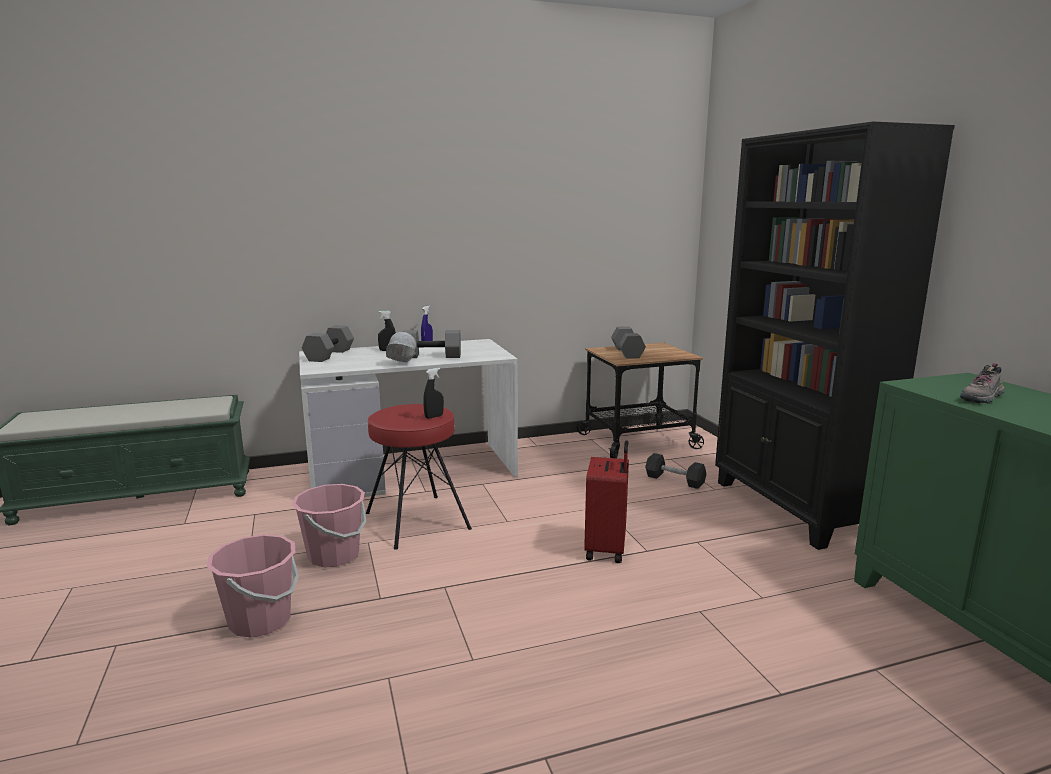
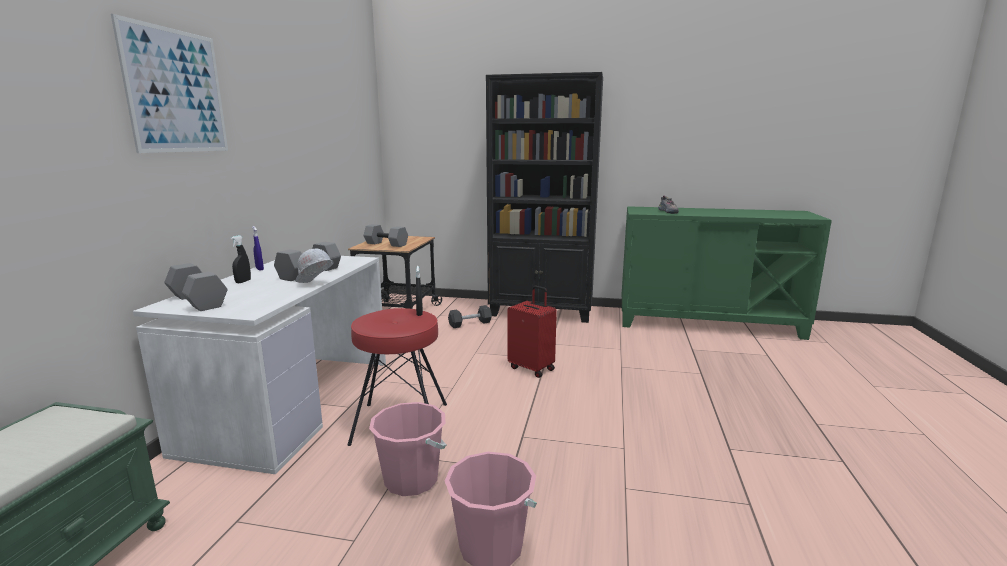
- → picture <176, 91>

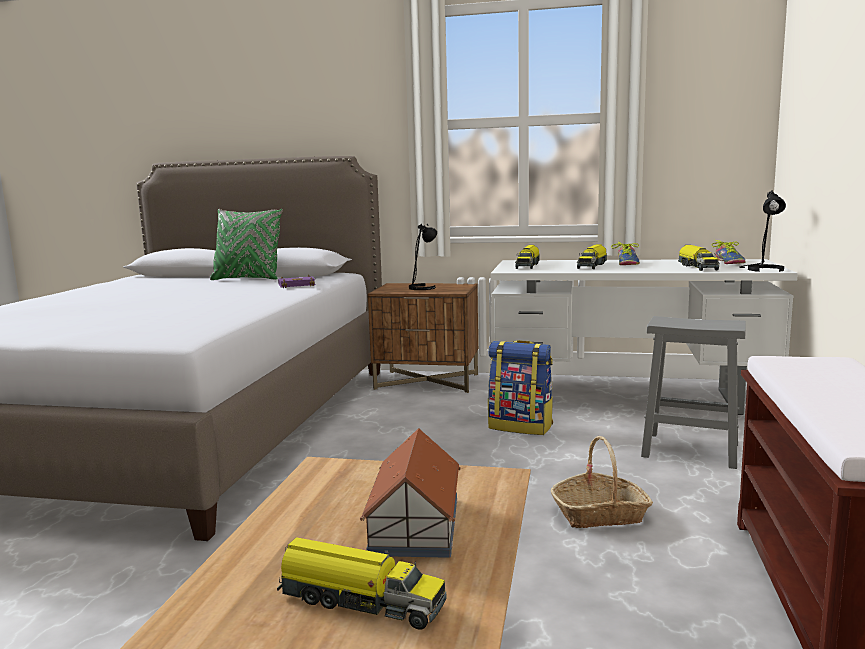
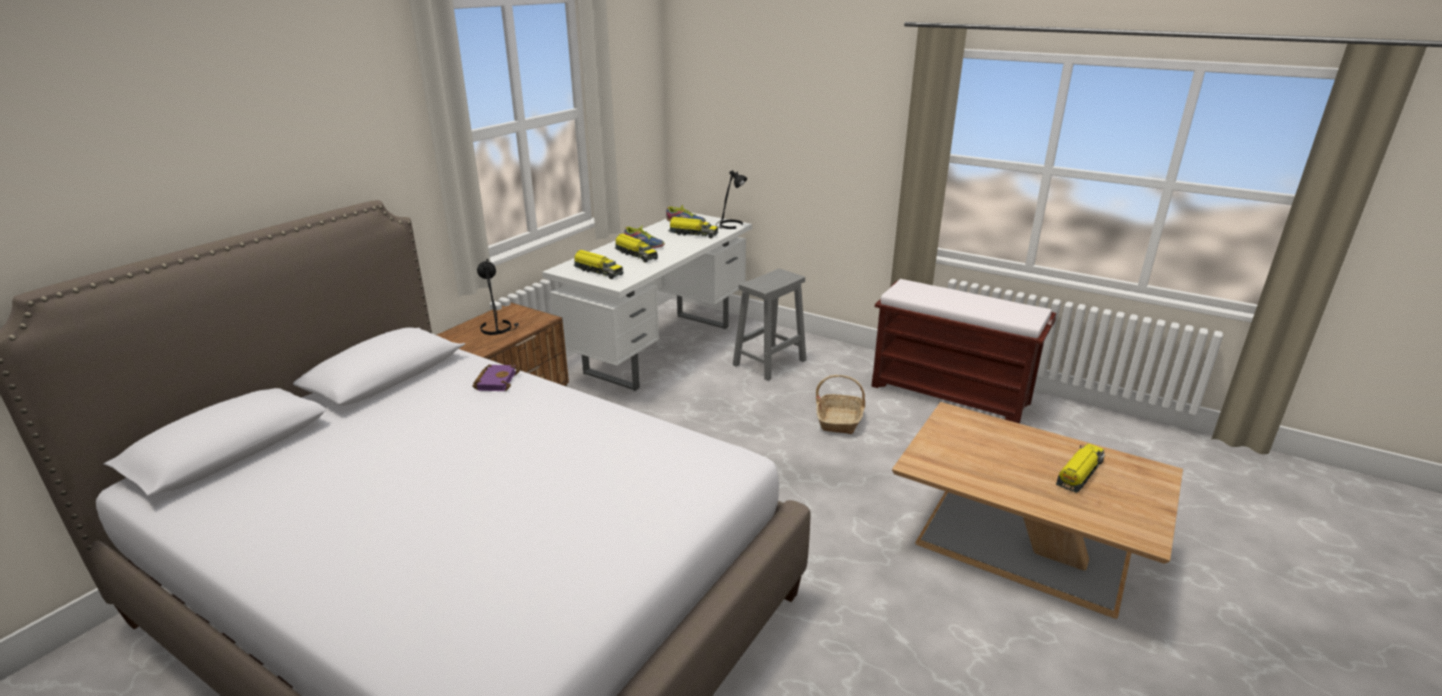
pillow (green) <247, 279> → -
toy house <416, 524> → -
backpack <521, 426> → -

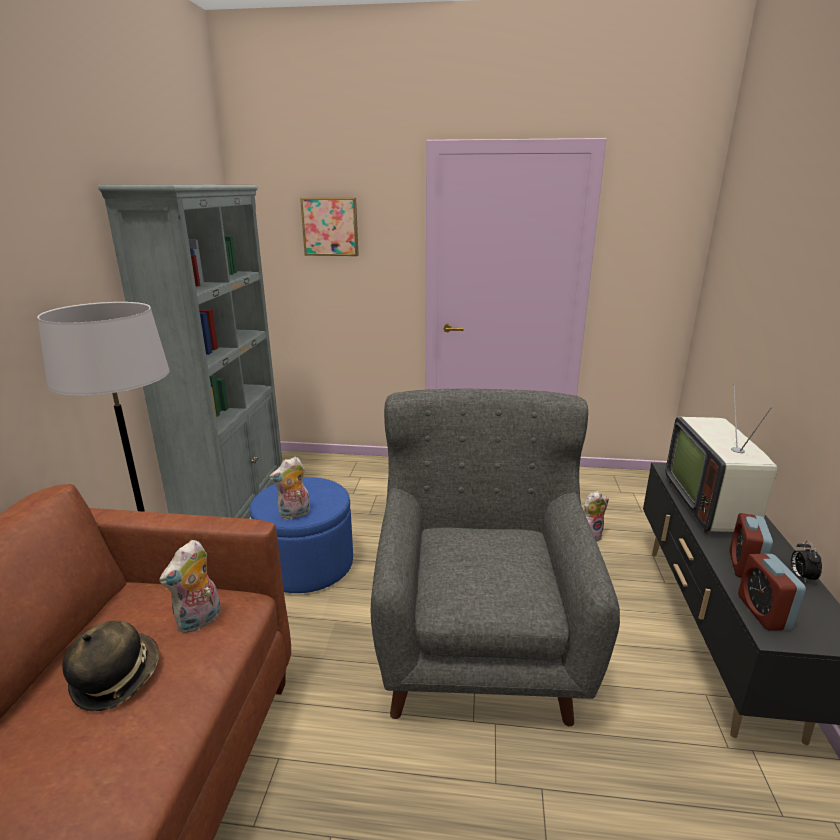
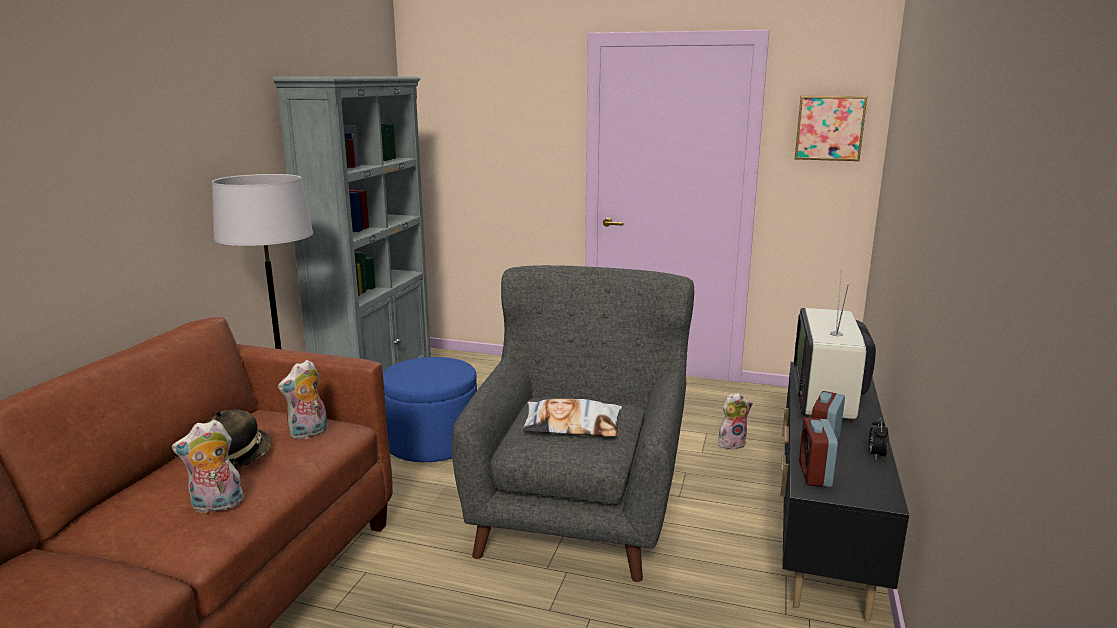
plush toy <294, 514> → plush toy <216, 506>, move
picture <330, 226> → picture <829, 128>, move
- → pillow <572, 426>

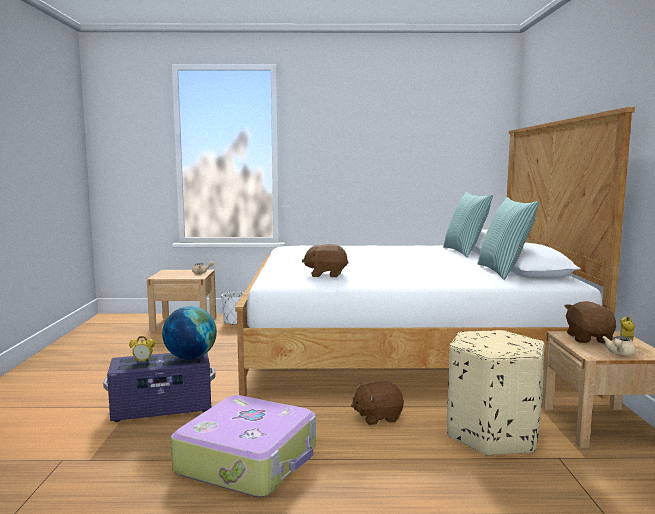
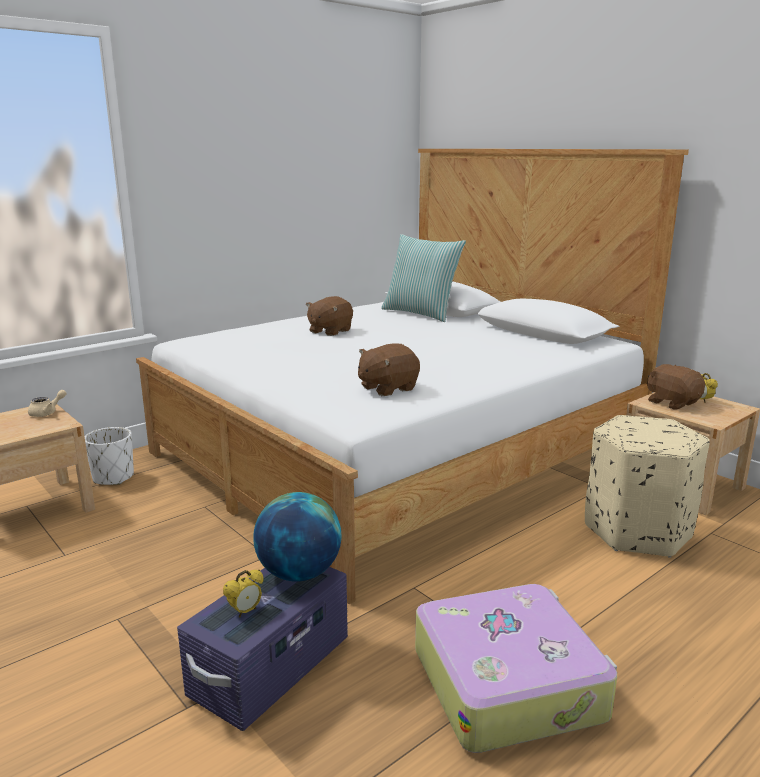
plush toy (brown) <377, 417> → plush toy (brown) <329, 331>, move
pillow <503, 272> → -
teapot (beige) <619, 354> → -

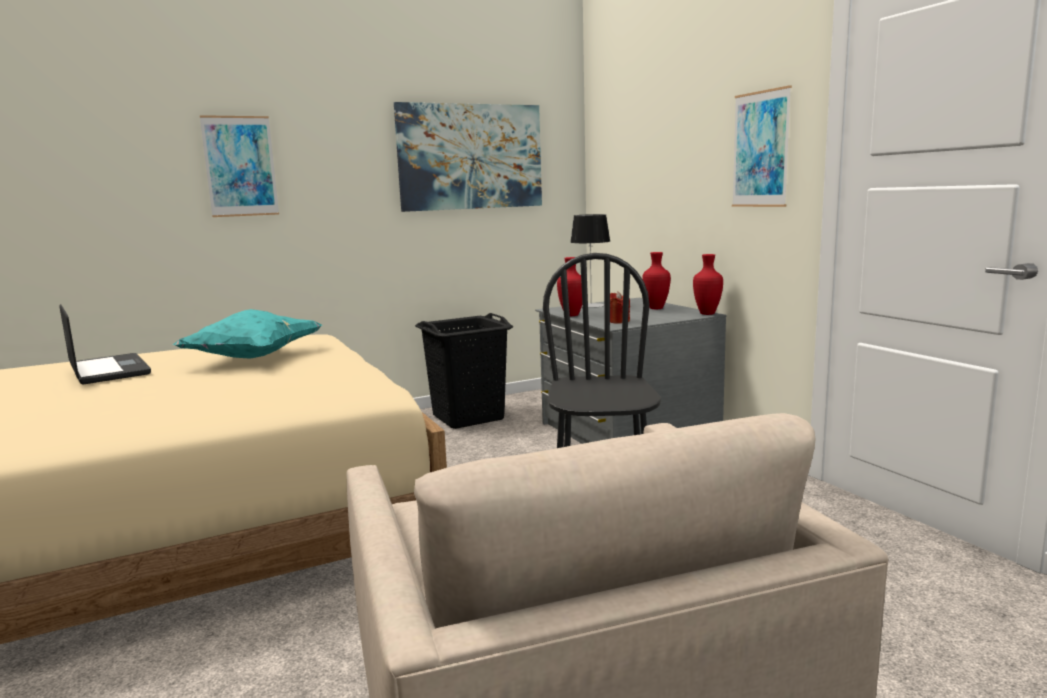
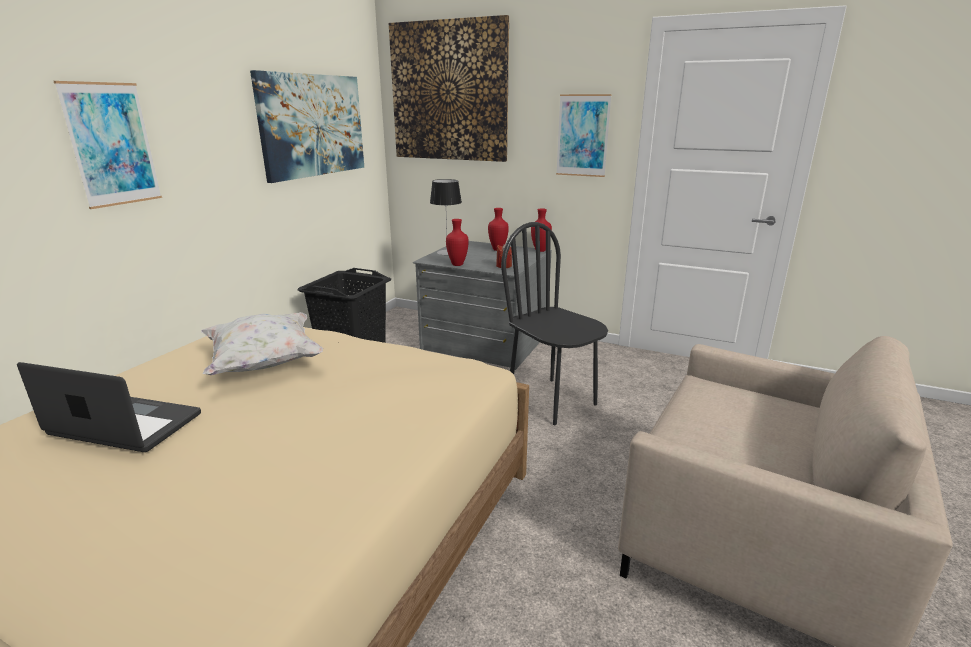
pillow (turquoise) <253, 358> → pillow (white) <265, 363>
- → picture <449, 92>

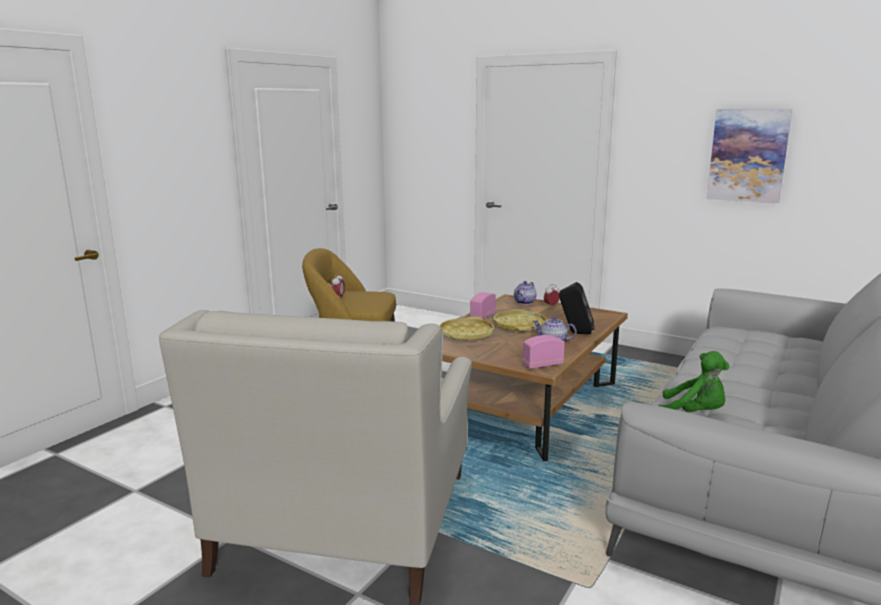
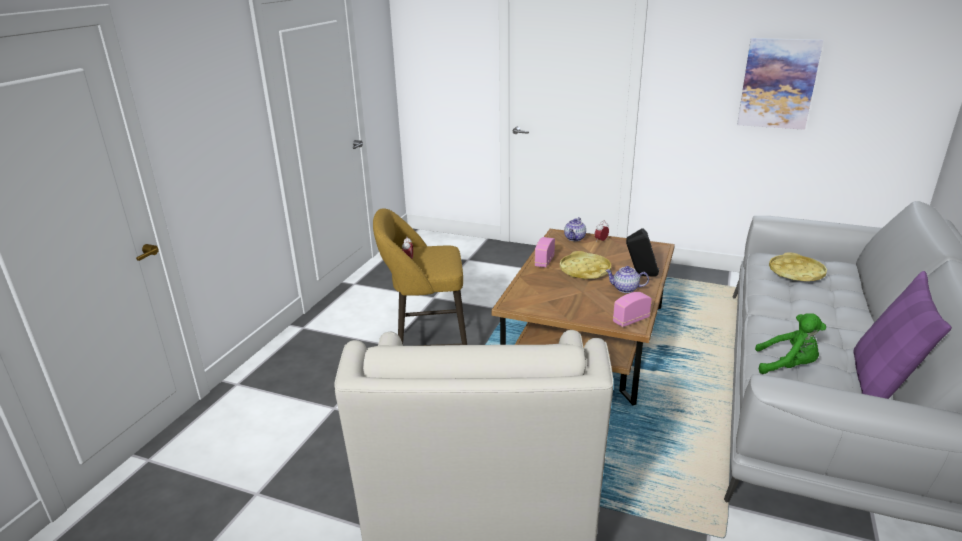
tray (yellow) <466, 334> → tray (yellow) <796, 273>, move
- → pillow (purple) <880, 384>

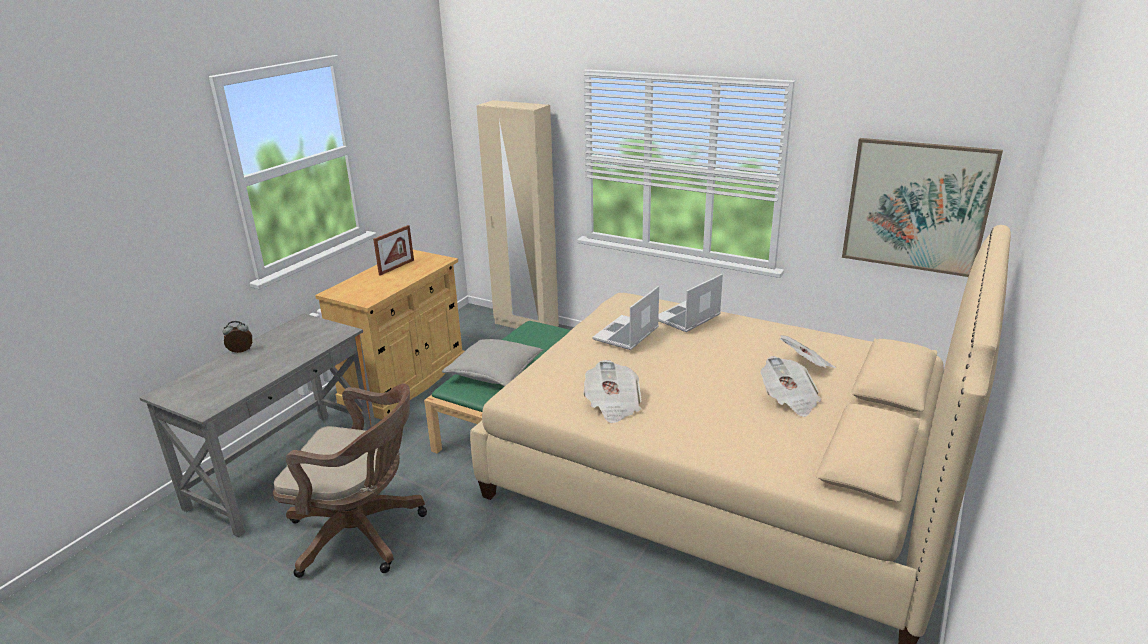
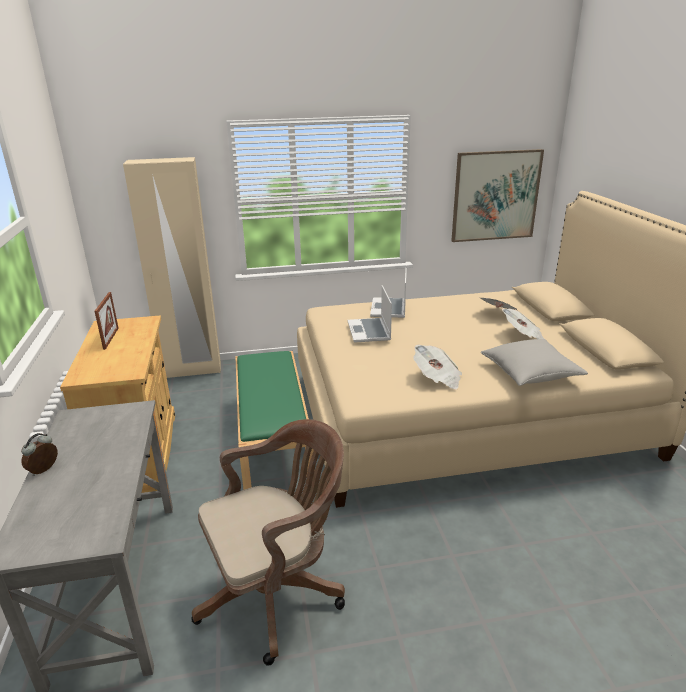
pillow (grey) <494, 373> → pillow (grey) <530, 373>, move

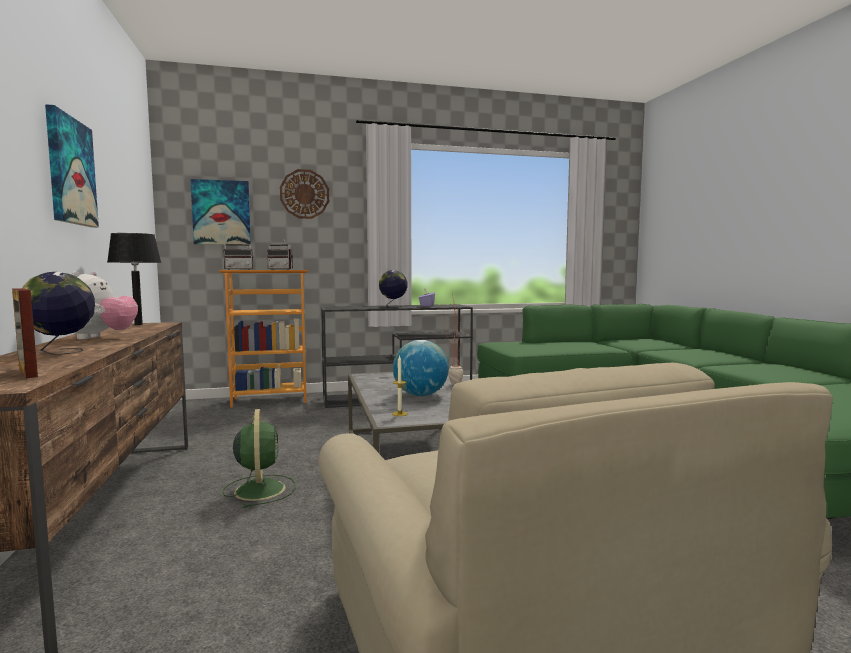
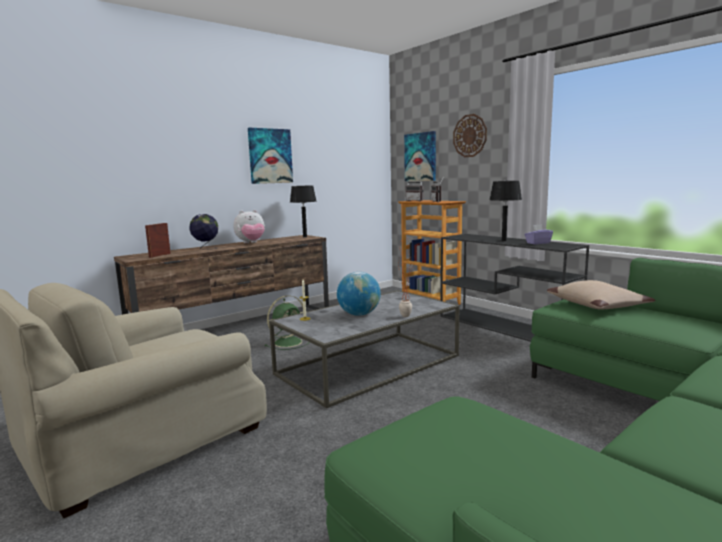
globe <393, 307> → table lamp (black) <503, 240>
- → pillow (beige) <597, 305>

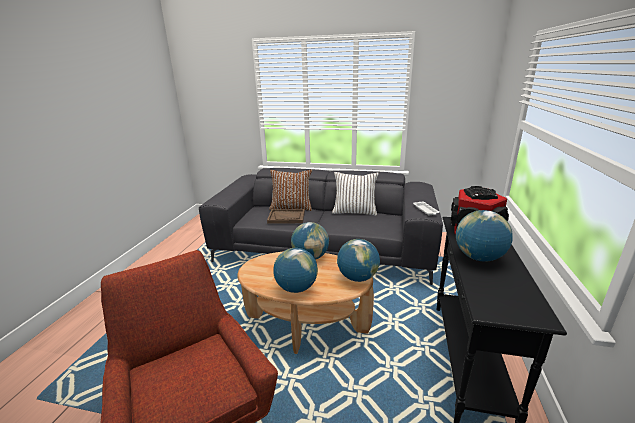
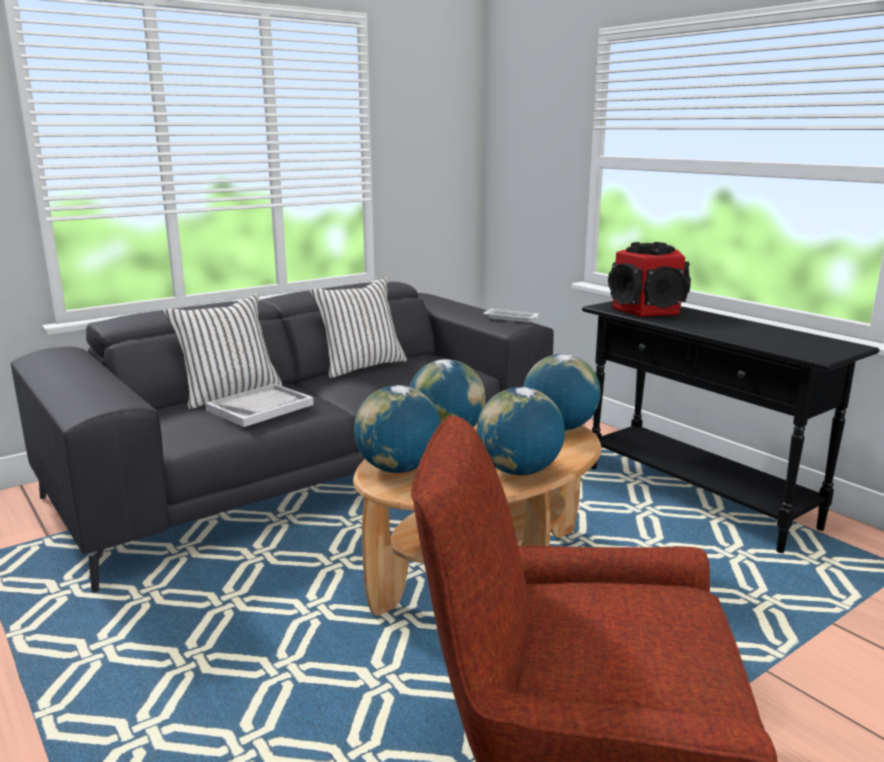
tray (brown) <286, 217> → tray (white) <260, 407>
pillow (brown) <291, 208> → pillow (white) <229, 394>
globe <478, 257> → globe <398, 469>, move

